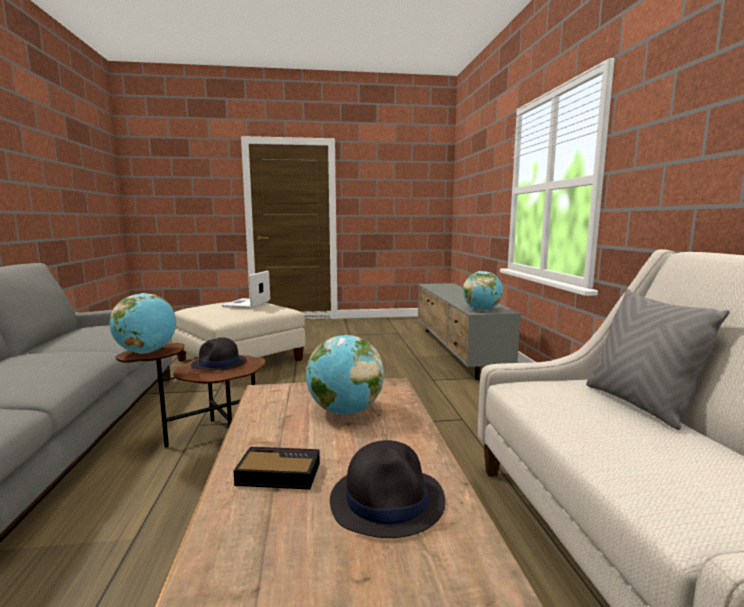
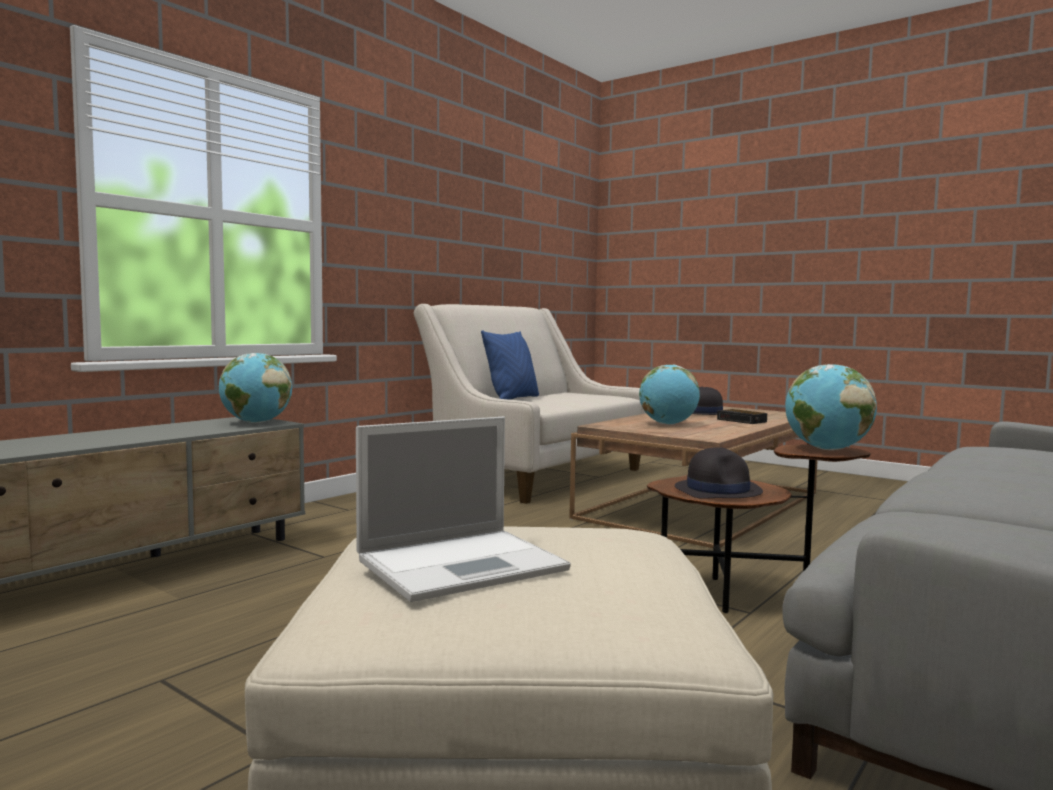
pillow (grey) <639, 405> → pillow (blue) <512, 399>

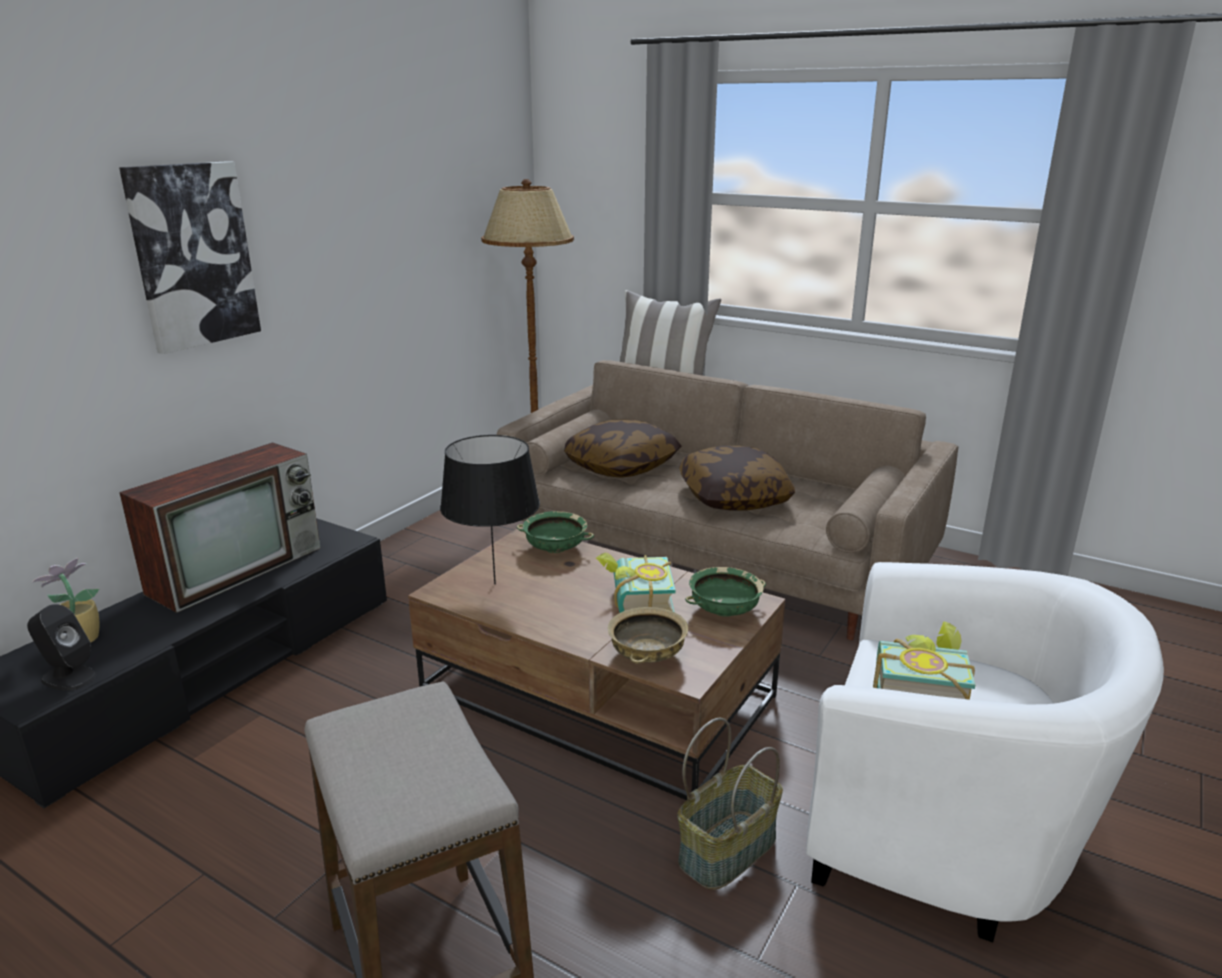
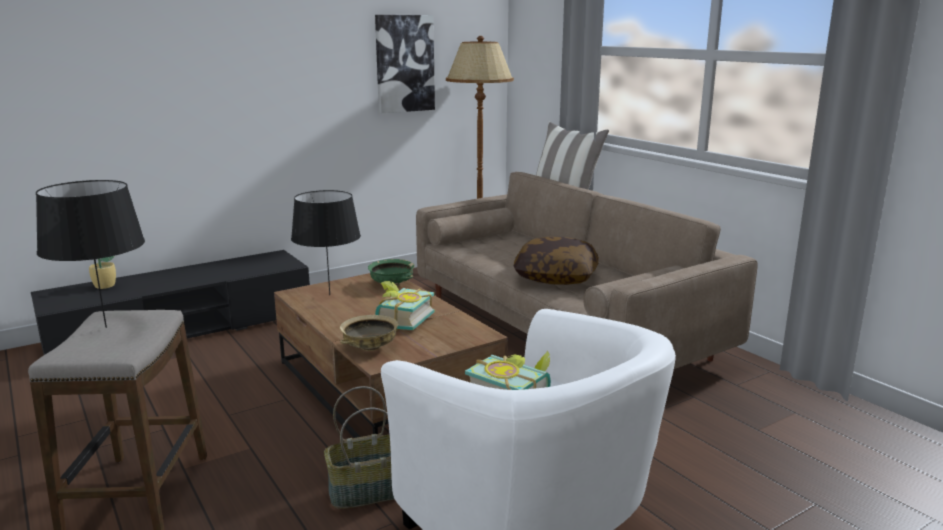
speaker (black) <68, 677> → -
picture <192, 255> → picture <404, 63>, move
television <239, 568> → -
pillow <621, 466> → -
bowl (green) <725, 610> → -
- → table lamp (black) <106, 327>

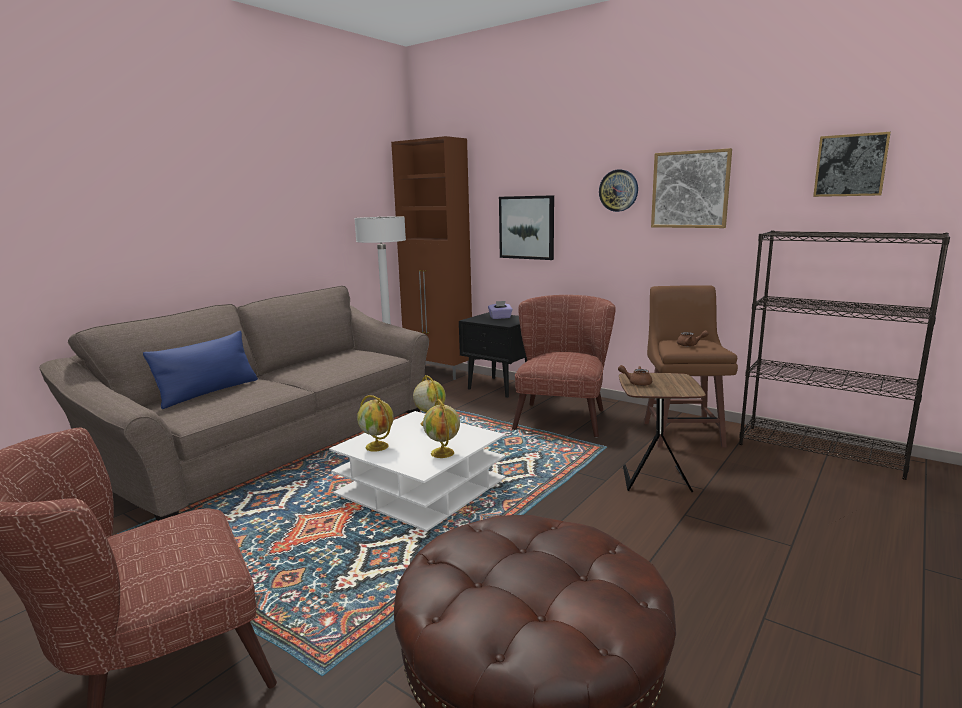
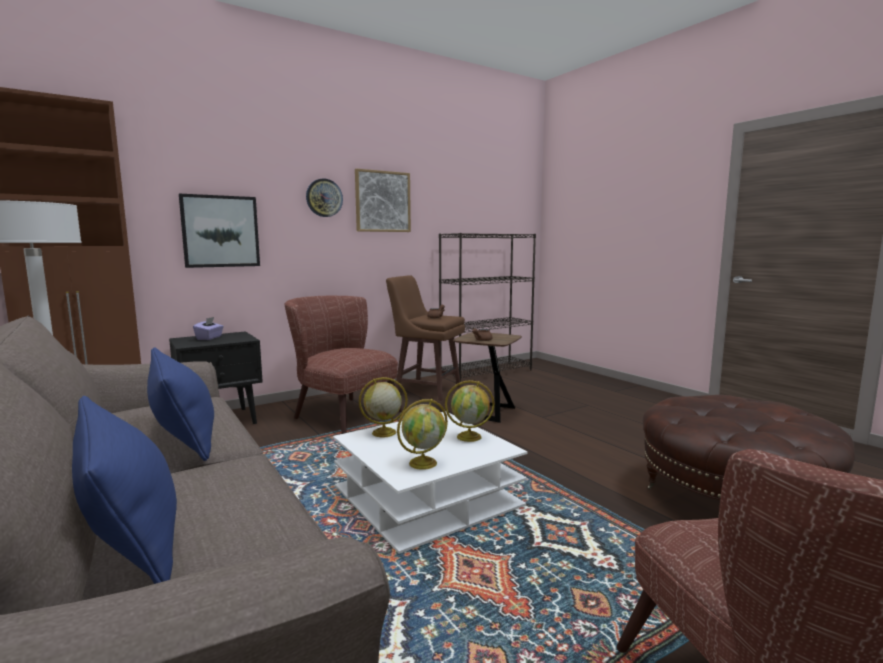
picture <850, 165> → -
- → pillow (blue) <184, 435>

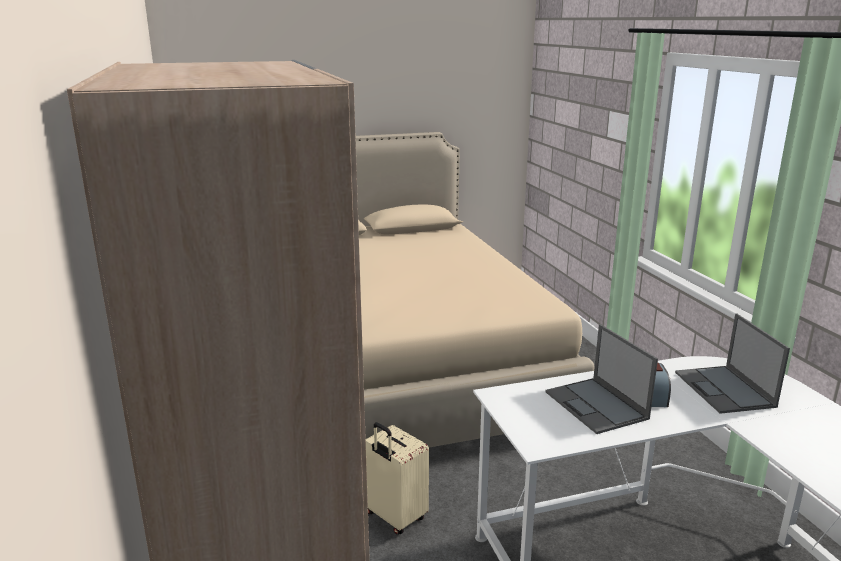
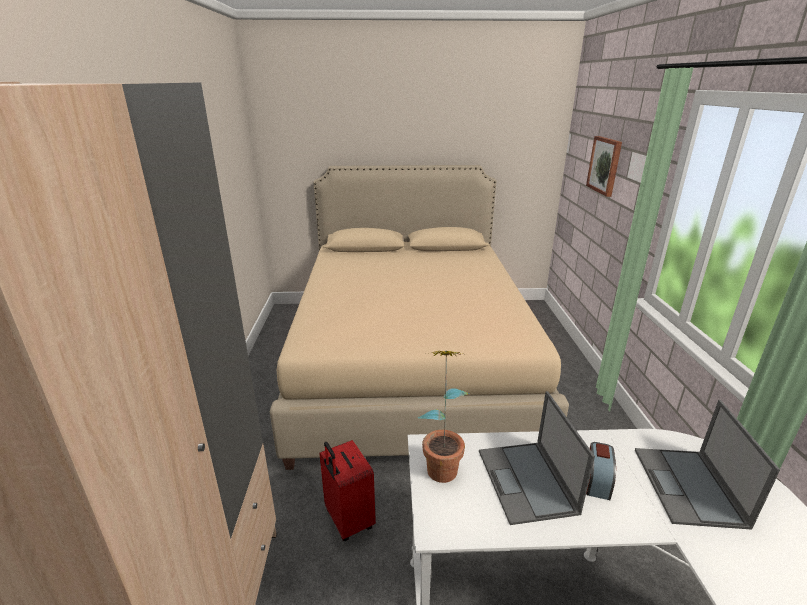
suitcase (beige) <394, 517> → suitcase (red) <348, 520>
- → potted plant <442, 463>
- → picture <605, 165>

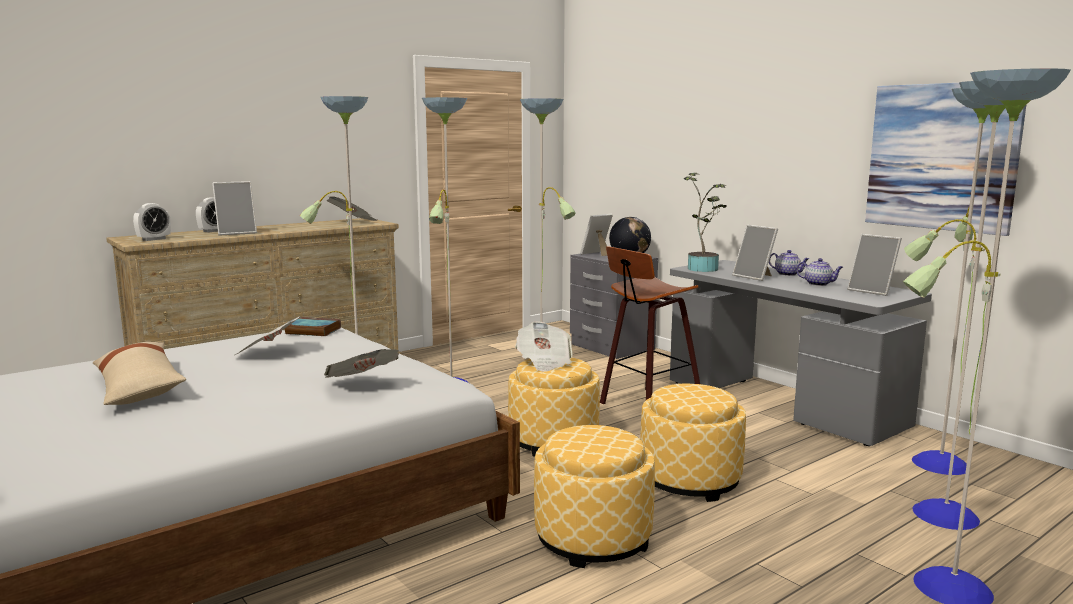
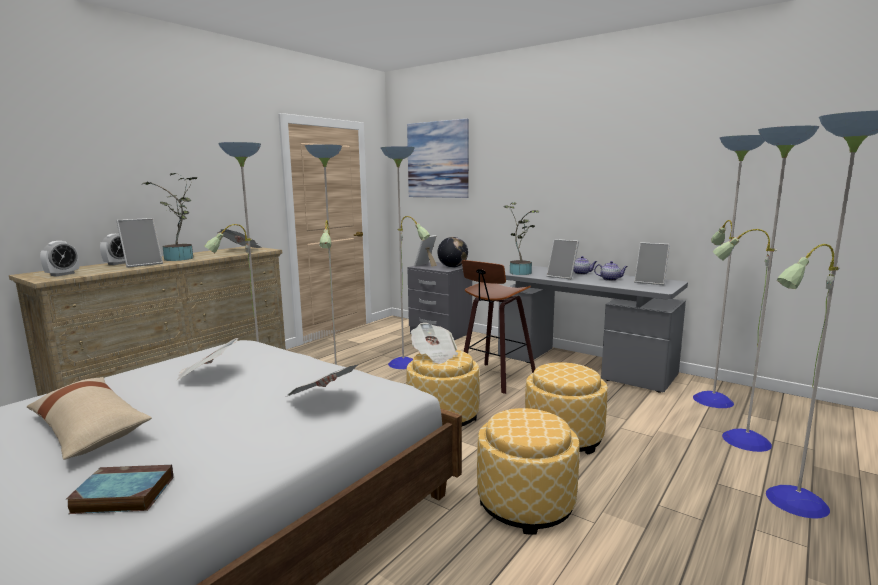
book <311, 331> → book <121, 495>, move
picture <941, 157> → picture <438, 160>, move
- → potted plant <180, 259>

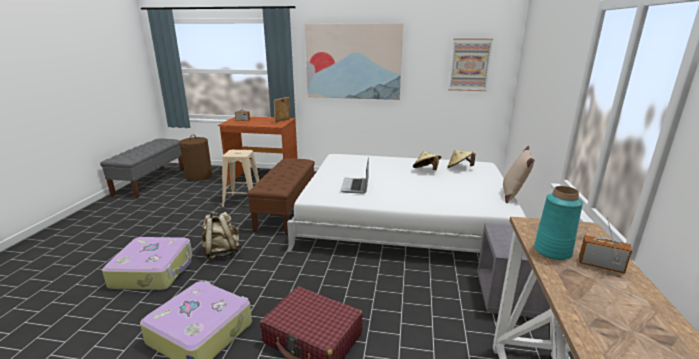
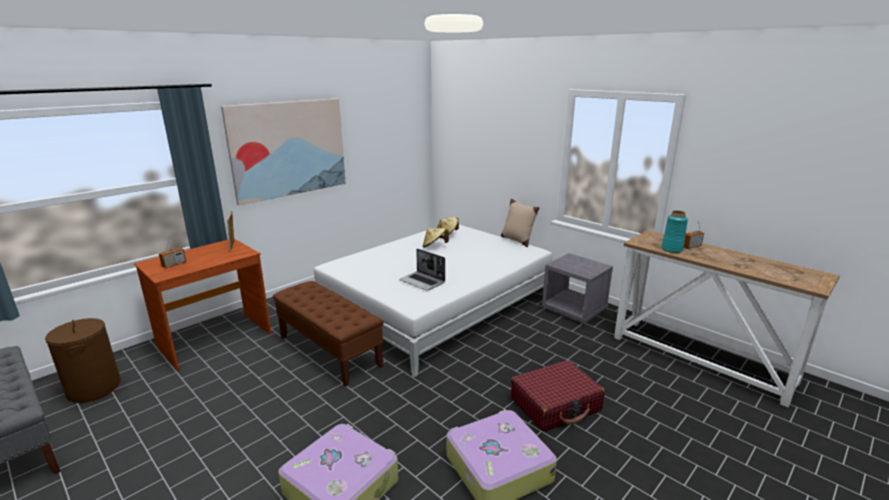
backpack (beige) <222, 252> → -
stool (beige) <243, 201> → -
picture <470, 65> → -

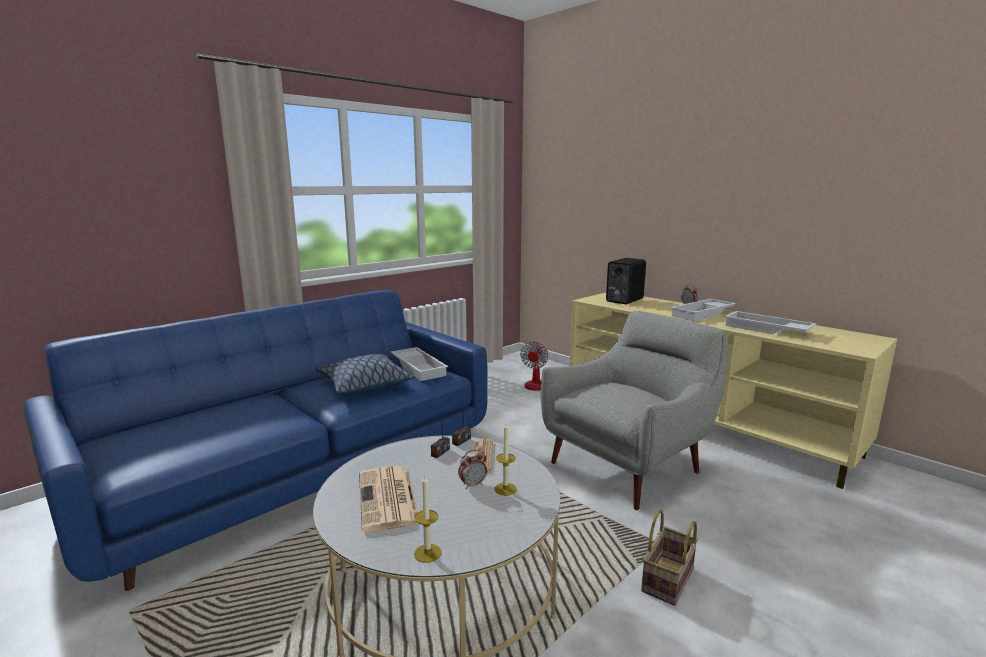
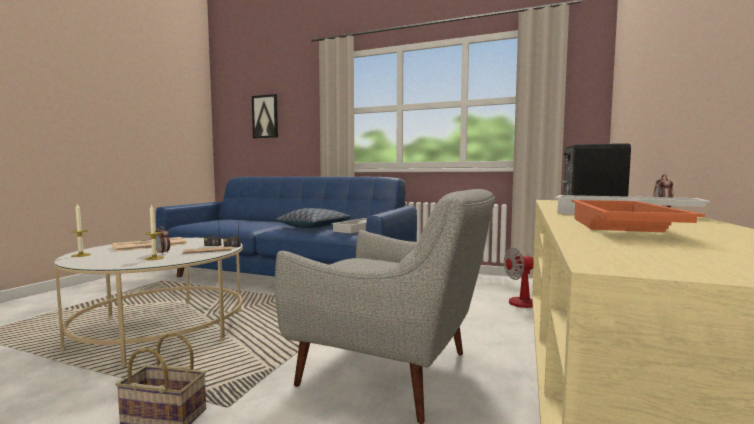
tray (white) <766, 329> → tray (orange) <617, 227>
- → picture <265, 116>

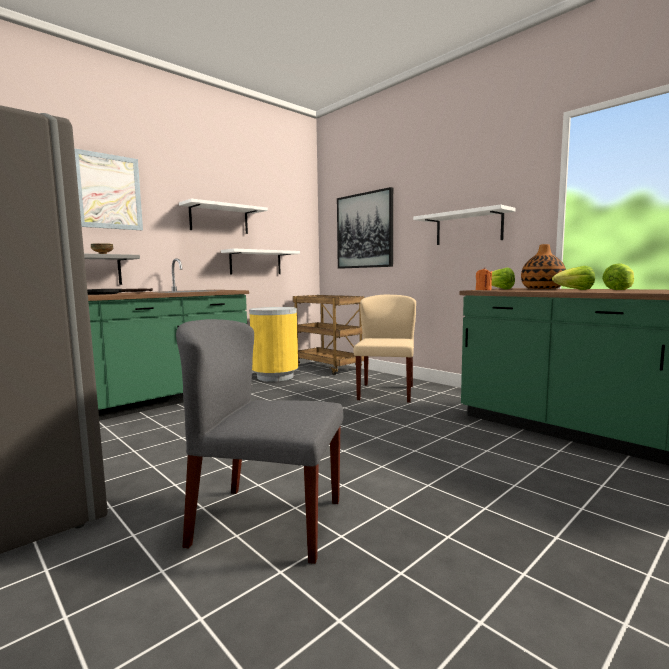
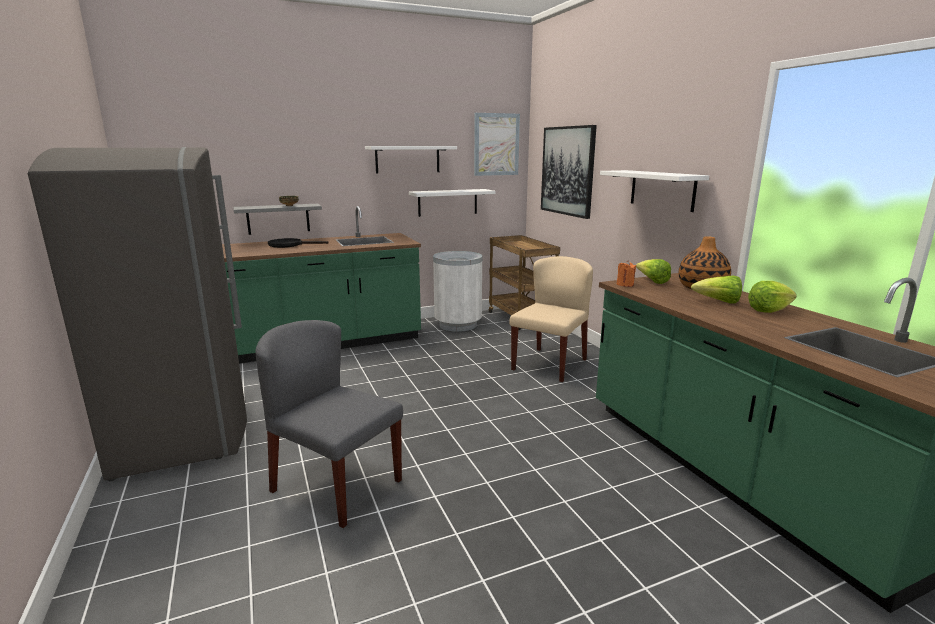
picture <108, 191> → picture <496, 144>, move
trash can (yellow) <275, 377> → trash can (white) <458, 325>

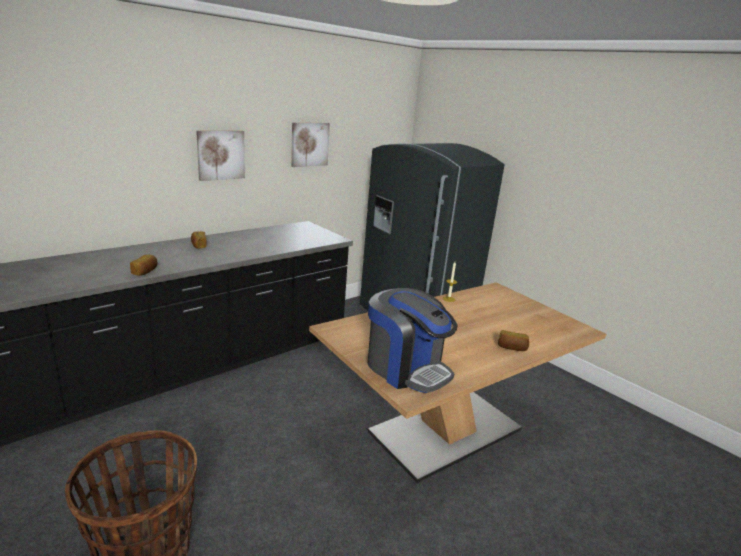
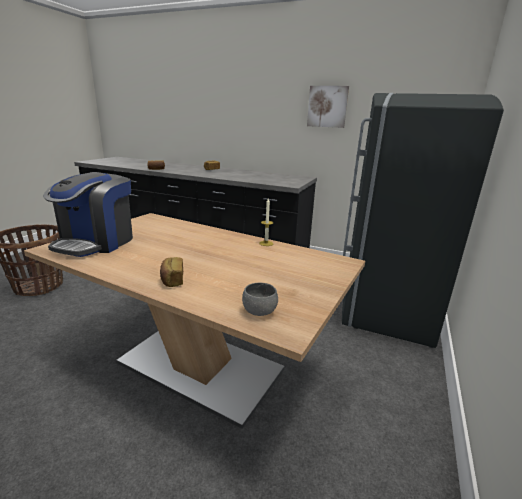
picture <220, 155> → -
- → bowl (grey) <259, 311>

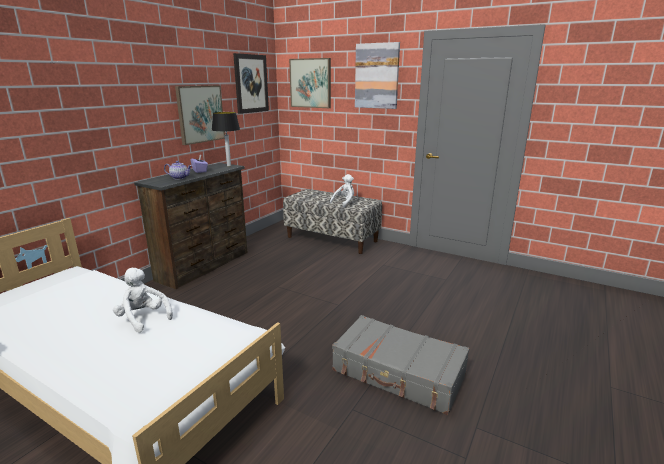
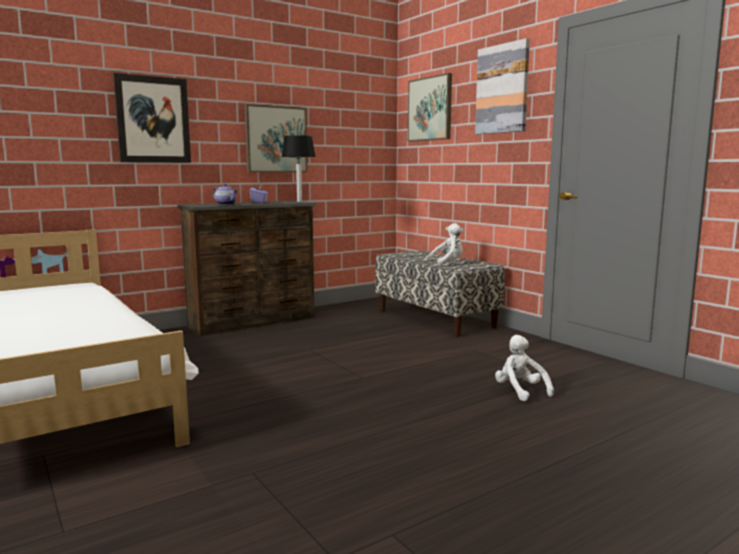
plush toy (white) <143, 318> → plush toy (white) <520, 391>, move
picture <251, 83> → picture <153, 120>, move
suitcase (grey) <398, 373> → -

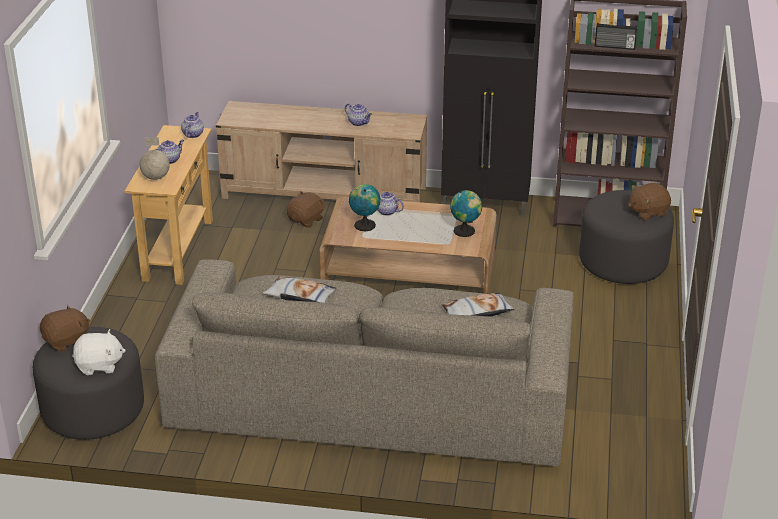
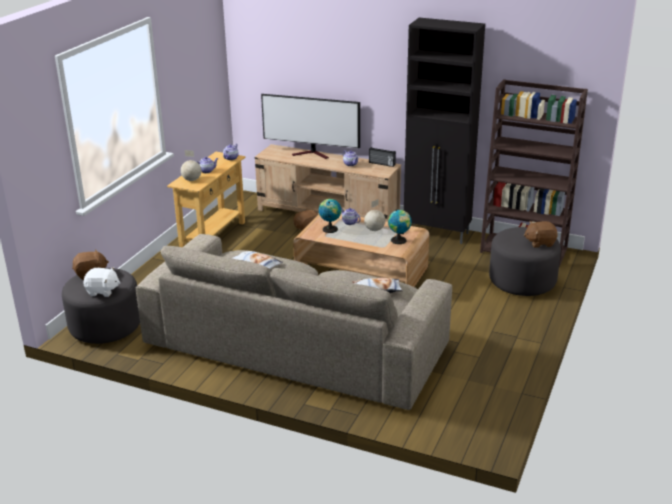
radio <614, 46> → radio <381, 164>, move
- → television <313, 154>
- → globe <374, 230>

